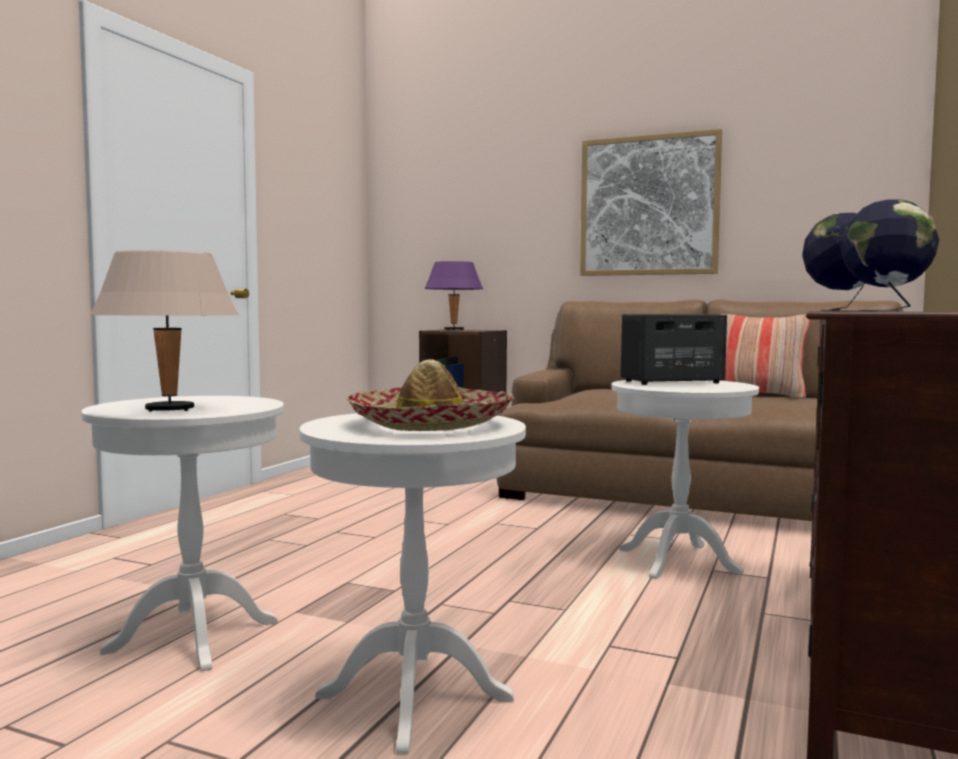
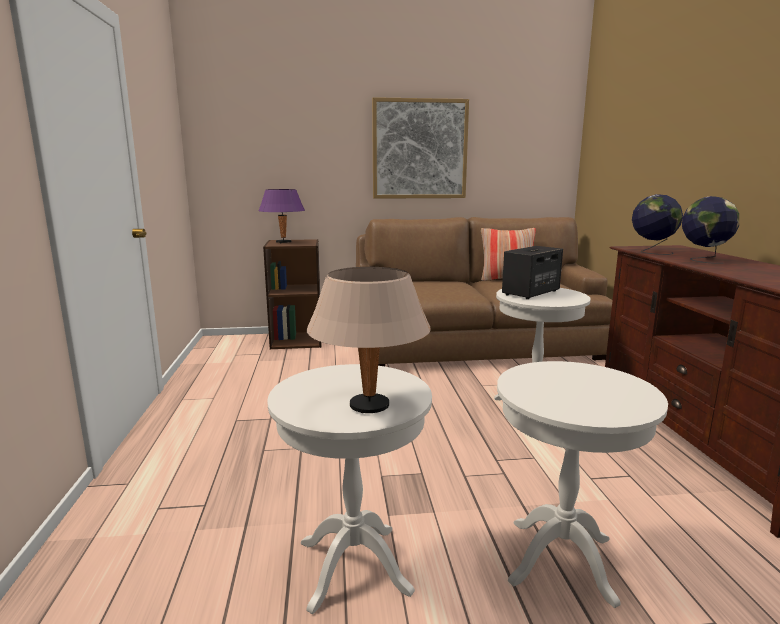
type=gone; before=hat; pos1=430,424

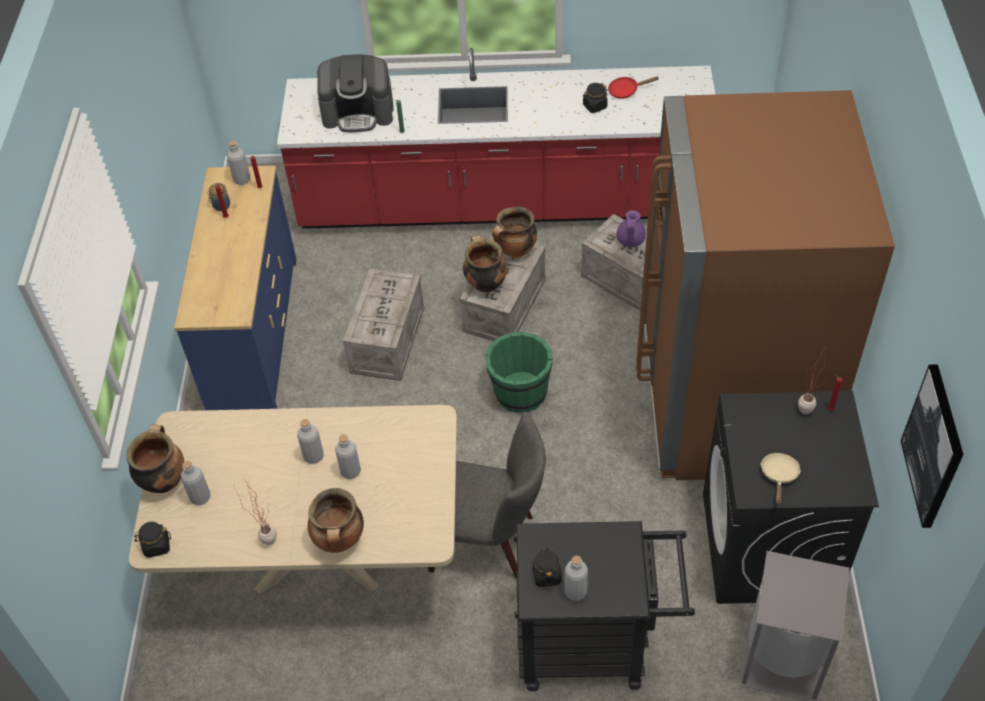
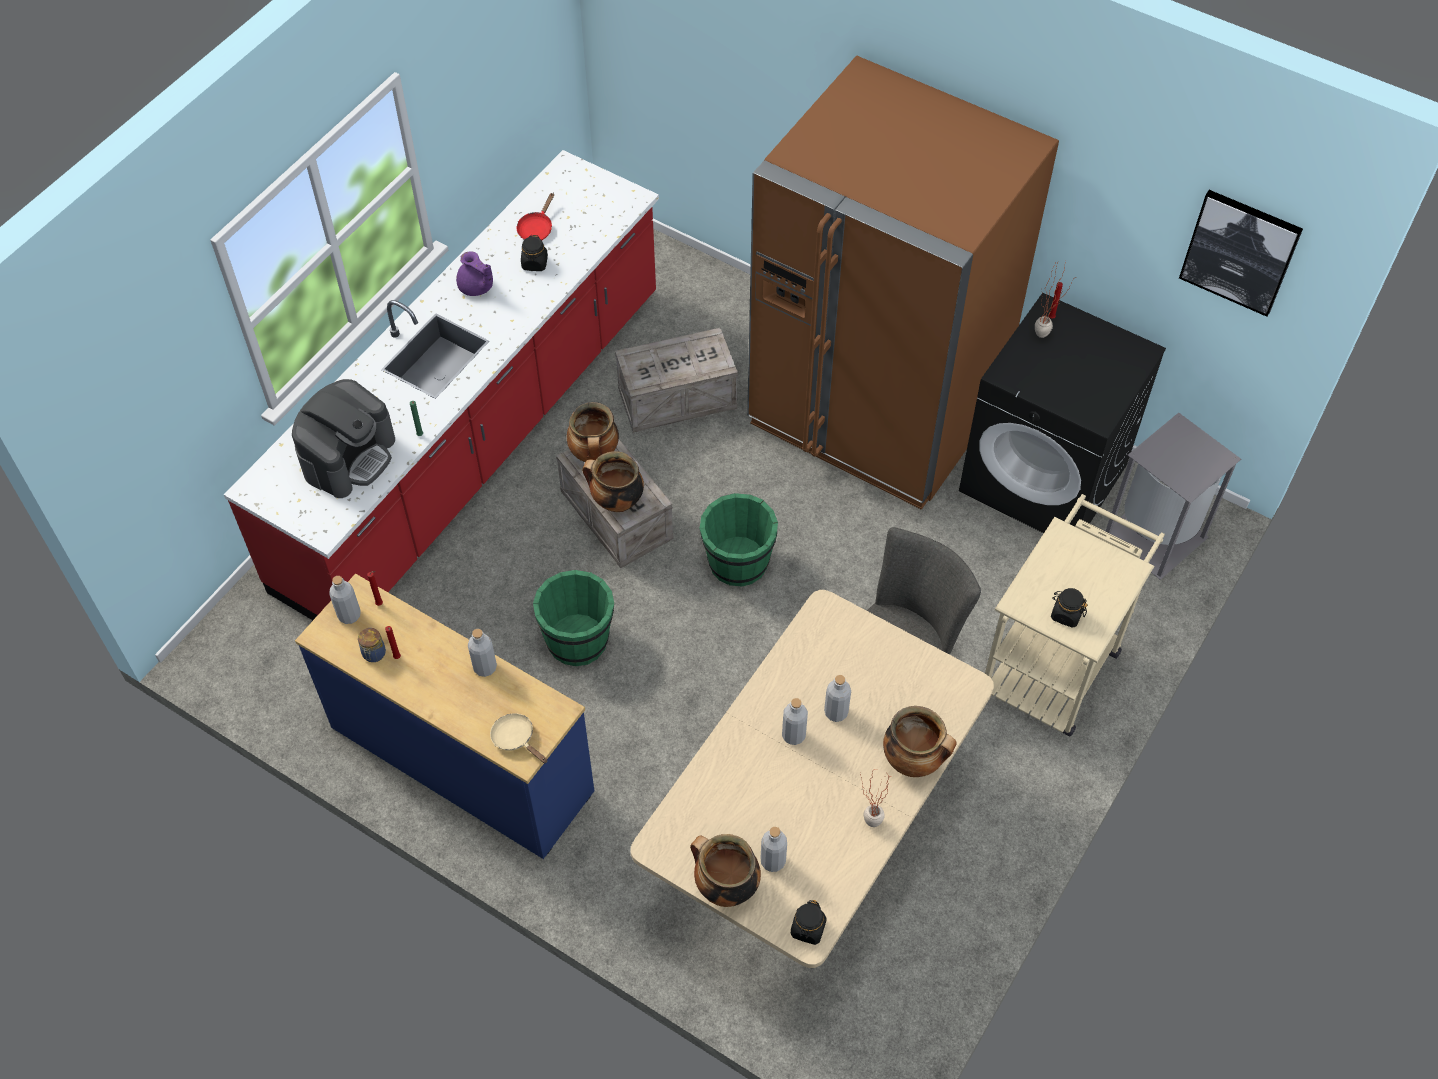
type=shifted; before=purple_teapot; pos1=630,240; pos2=476,288
type=shifted; before=grey_bottle; pos1=575,591; pos2=485,667
type=shifted; before=beige_frying_pan; pos1=779,476; pos2=516,739
type=swapped; before=crate; after=green_bucket; pos1=387,341; pos2=578,639
type=repainted; before=black_cart; after=beige_cart; pos1=594,644; pos2=1055,661

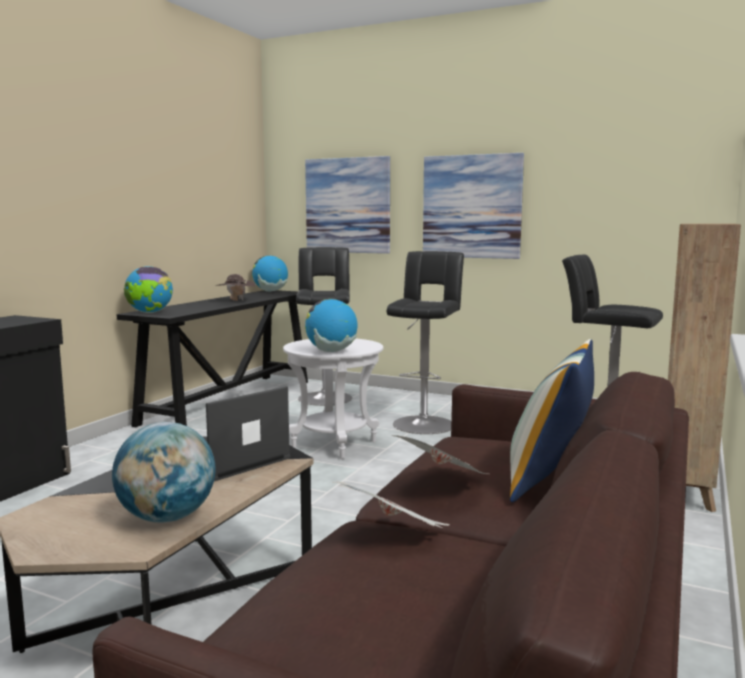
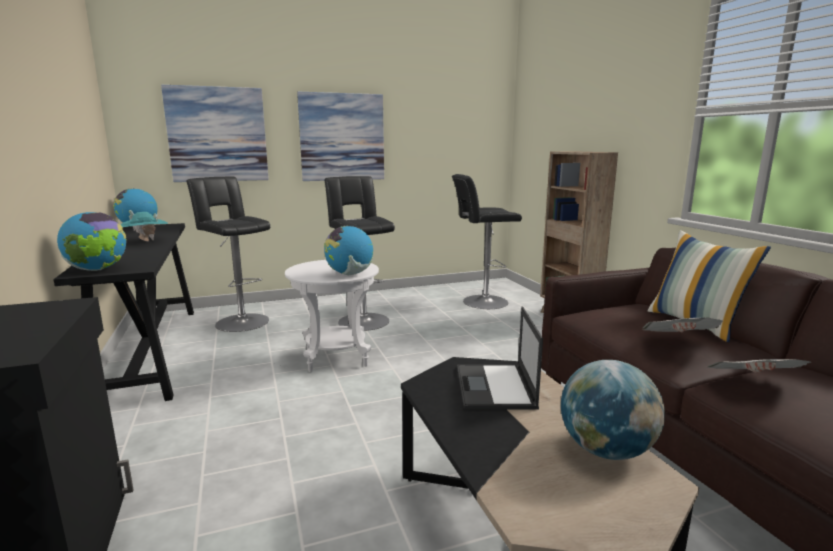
type=repainted; before=brown_hat; after=turquoise_hat; pos1=235,301; pos2=146,242

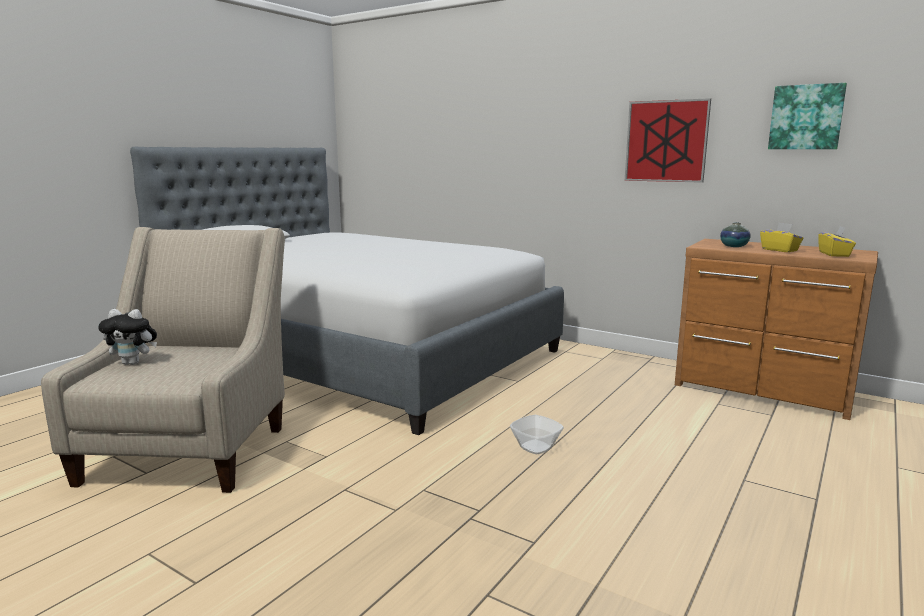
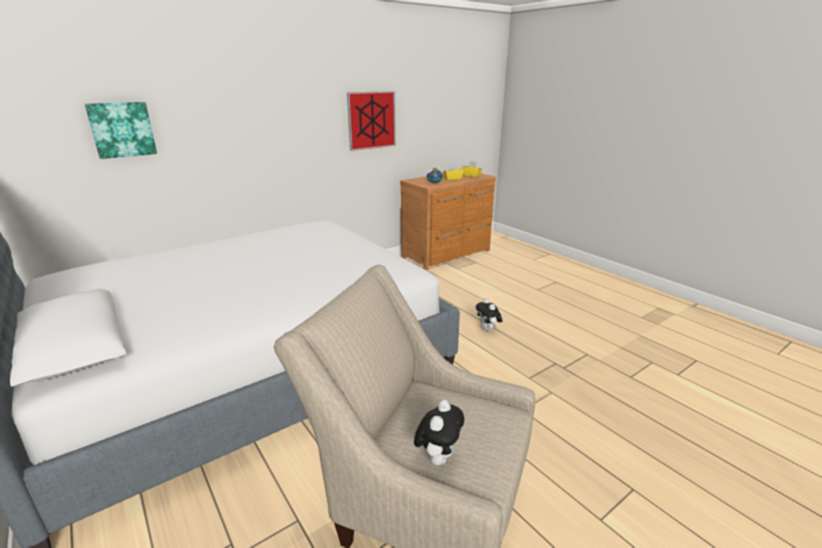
type=shifted; before=picture; pos1=806,117; pos2=122,129
type=swapped; before=bowl; after=plush_toy; pos1=535,448; pos2=488,329

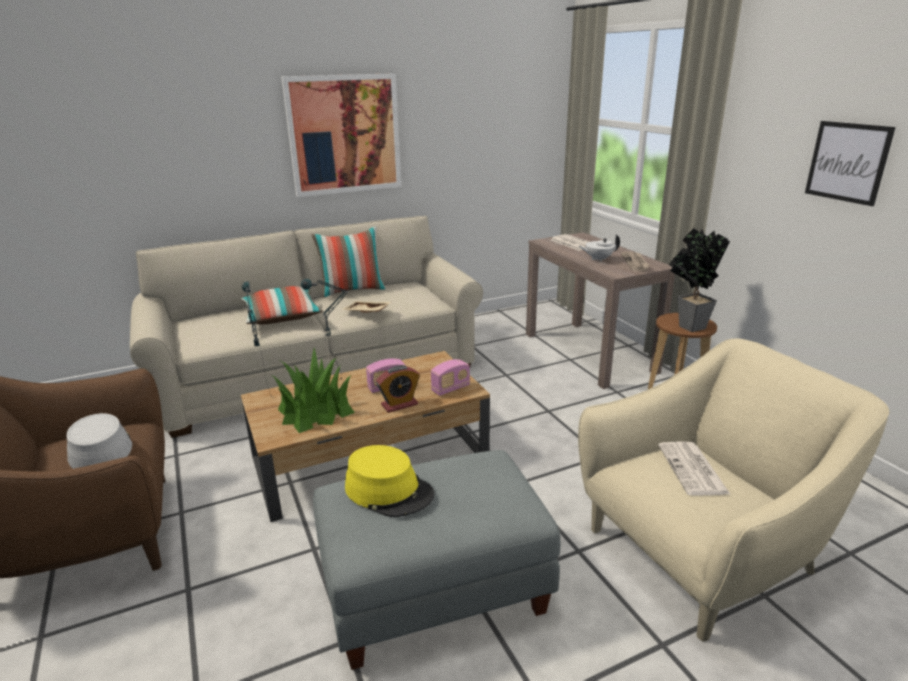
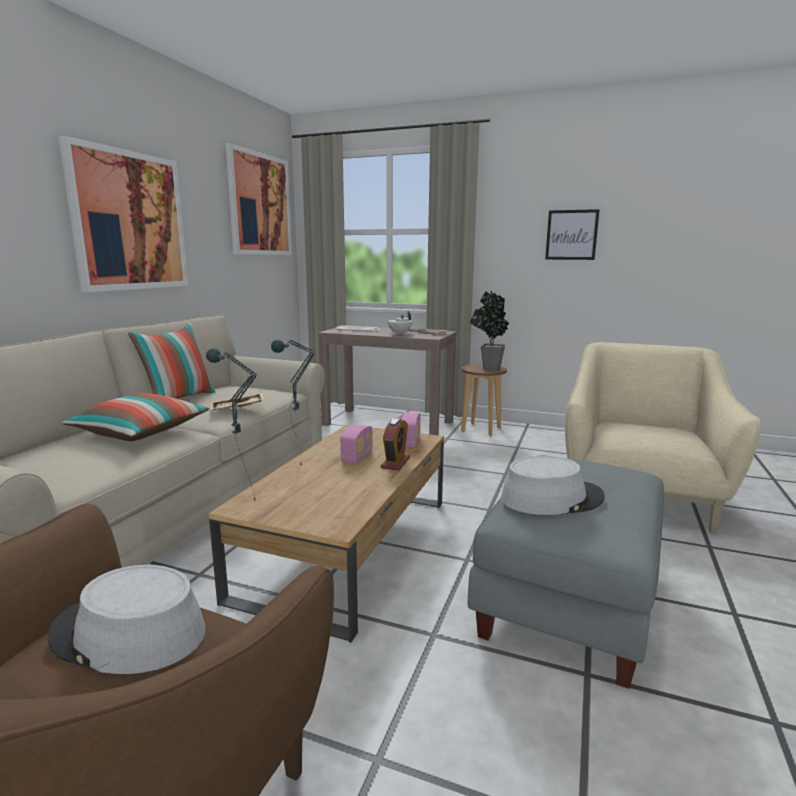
type=new; after=picture; pos2=260,205
type=repainted; before=yellow_hat; after=grey_hat; pos1=389,491; pos2=551,498
type=gone; before=potted_plant; pos1=315,411
type=gone; before=newspaper; pos1=693,470

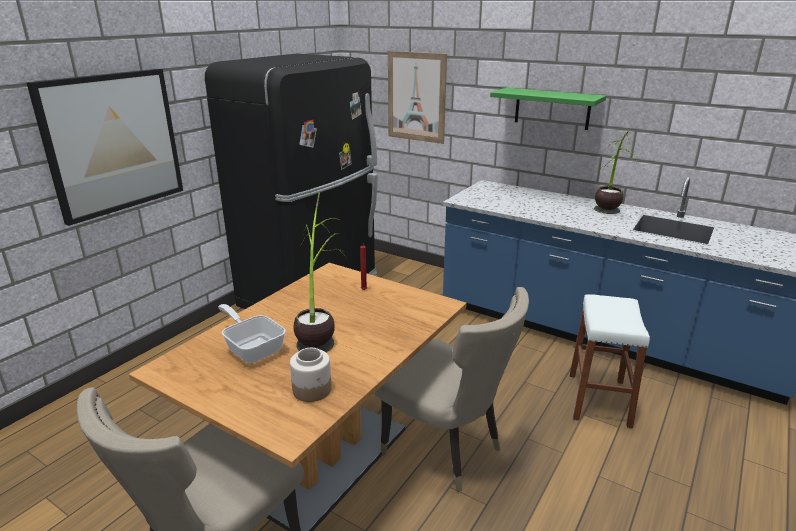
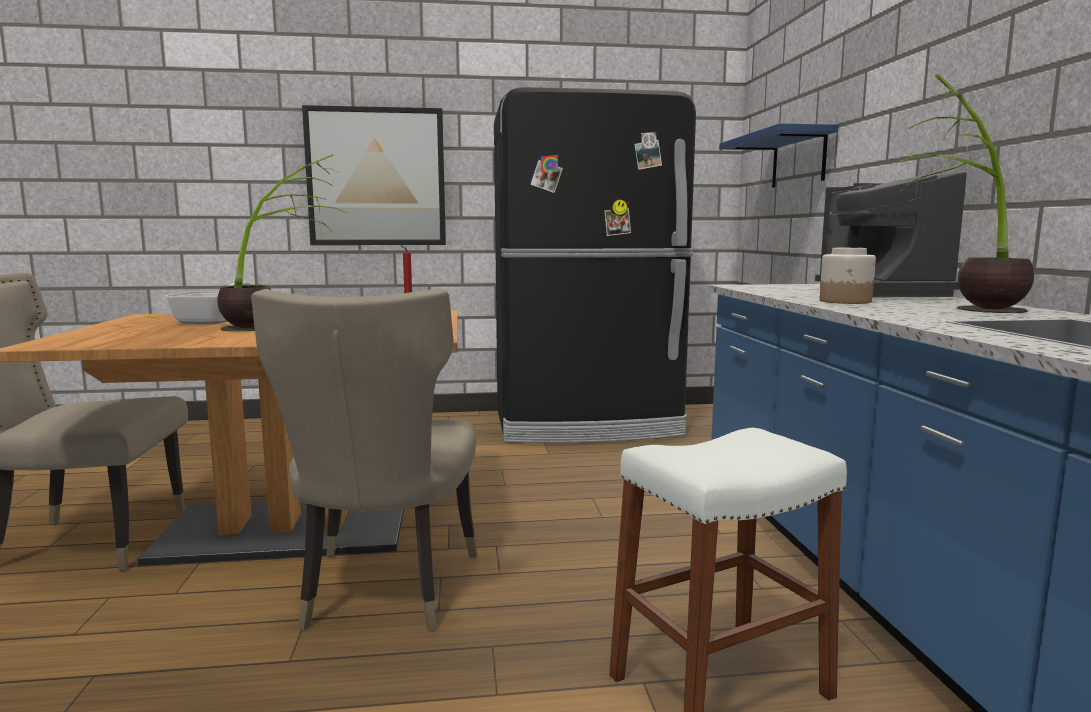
type=swapped; before=picture; after=blue_shelf; pos1=416,97; pos2=798,159
type=new; after=coffee_machine; pos2=877,293
type=shifted; before=jar; pos1=312,390; pos2=845,301
type=gone; before=green_shelf; pos1=552,108

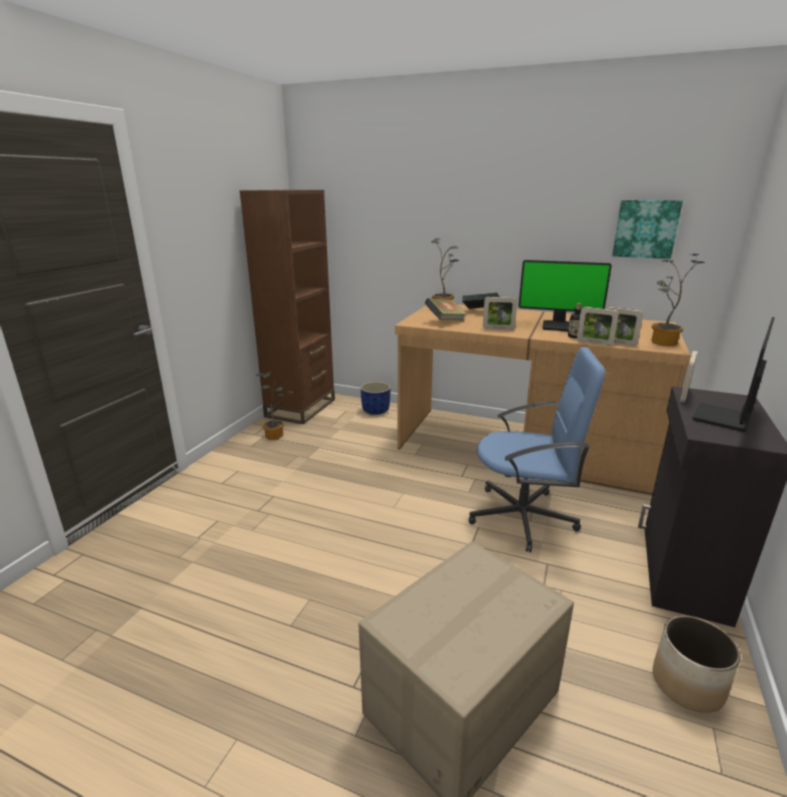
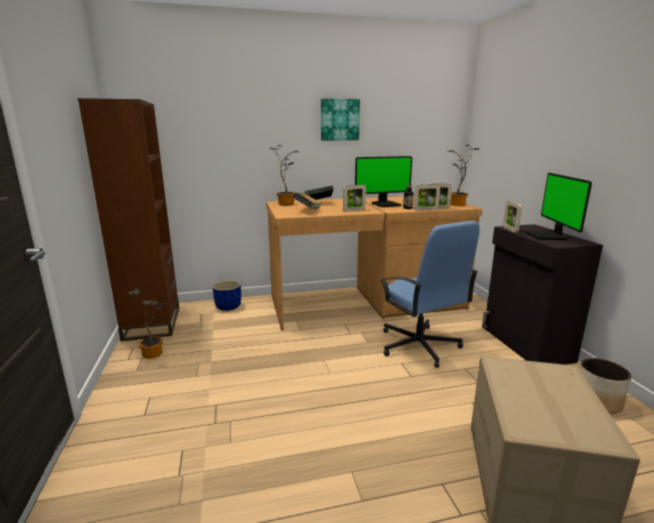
type=shifted; before=picture; pos1=645,229; pos2=339,120
type=rotated; before=blue_office_chair; pos1=523,517; pos2=419,346; turn=90

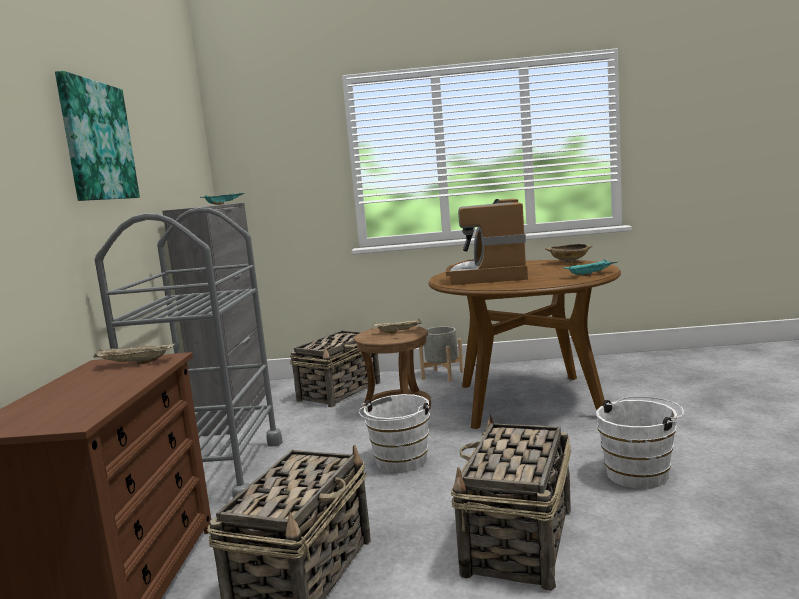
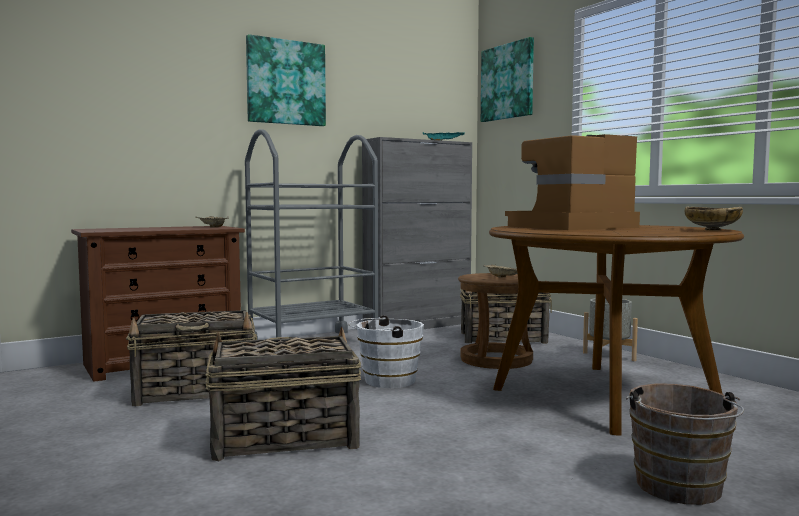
type=new; after=picture; pos2=508,82
type=new; after=brown_bucket; pos2=680,489
type=gone; before=turquoise_tray; pos1=590,275
type=gone; before=white_bucket; pos1=640,473

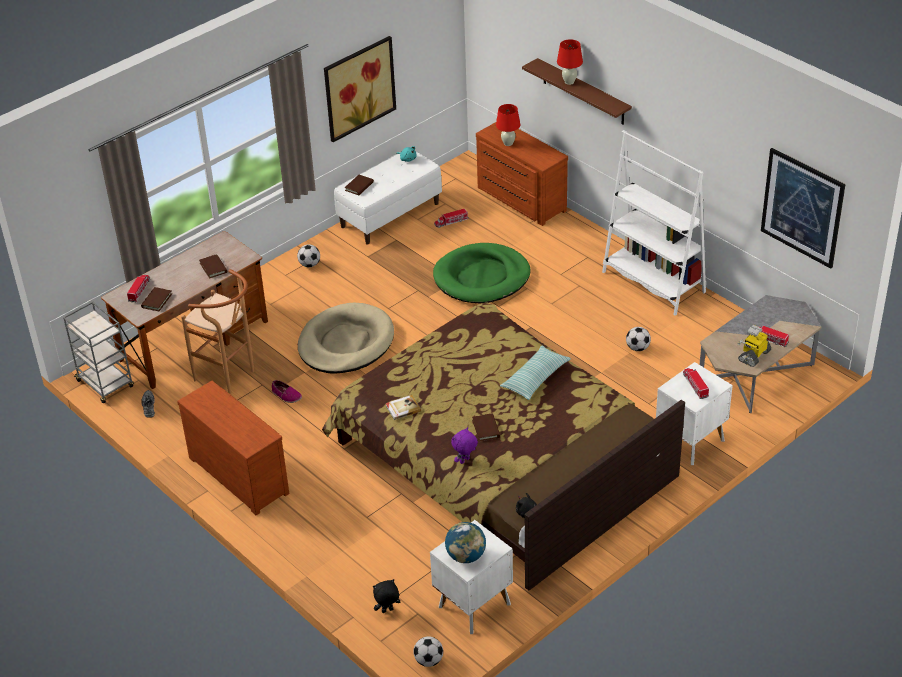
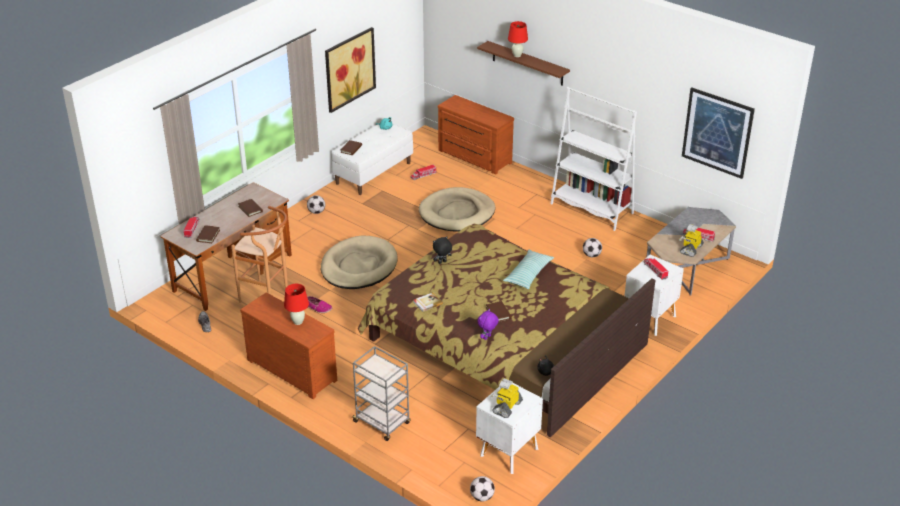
type=shifted; before=red_table_lamp; pos1=508,143; pos2=298,322
type=shifted; before=grey_cart; pos1=106,384; pos2=382,423
type=repainted; before=green_dog_bed; after=beige_dog_bed; pos1=482,277; pos2=457,213
type=shifted; before=black_plush_toy; pos1=387,611; pos2=442,262
type=swapped; before=globe; after=toy_robot; pos1=466,556; pos2=507,407

